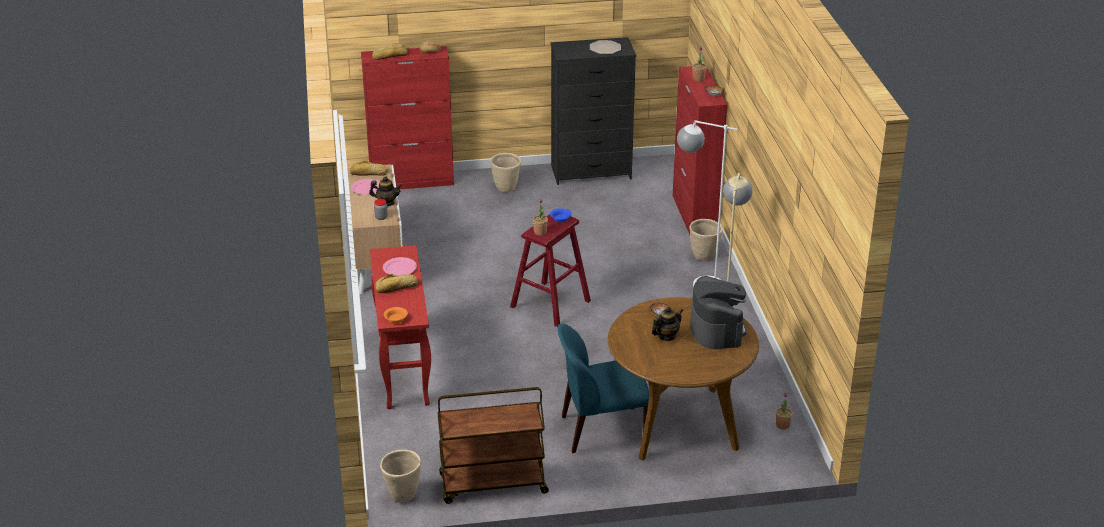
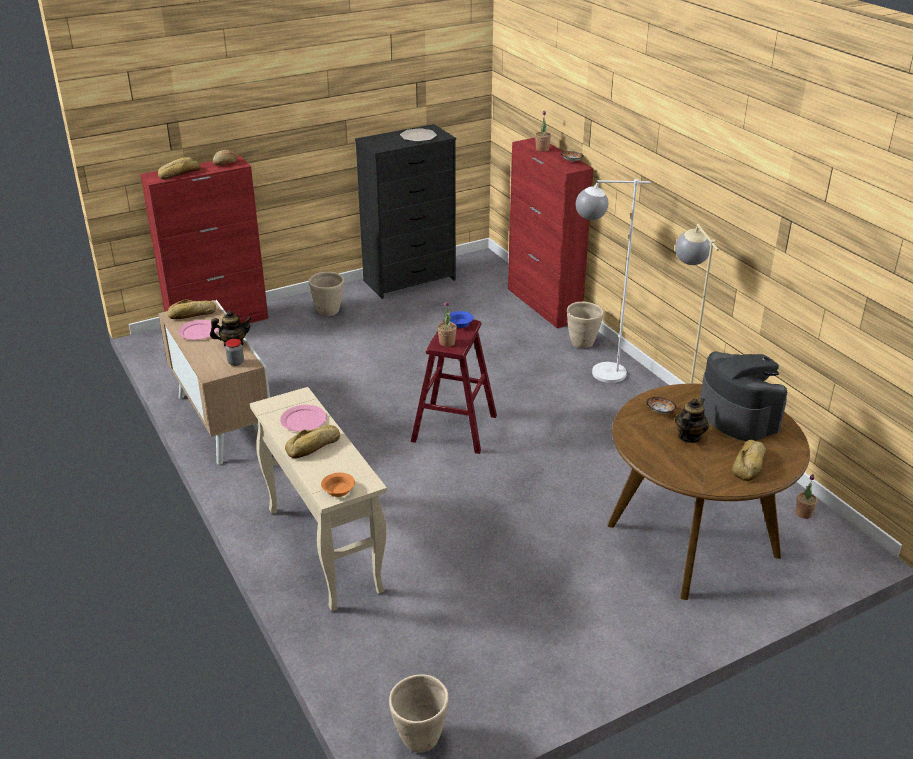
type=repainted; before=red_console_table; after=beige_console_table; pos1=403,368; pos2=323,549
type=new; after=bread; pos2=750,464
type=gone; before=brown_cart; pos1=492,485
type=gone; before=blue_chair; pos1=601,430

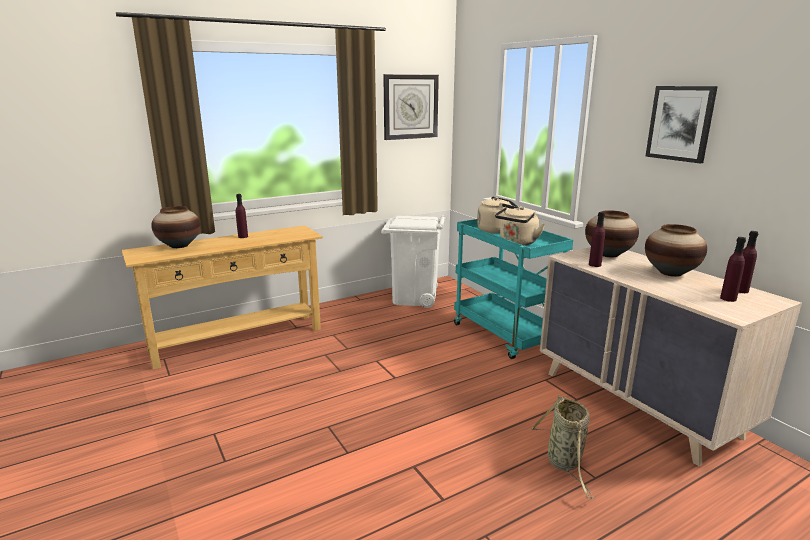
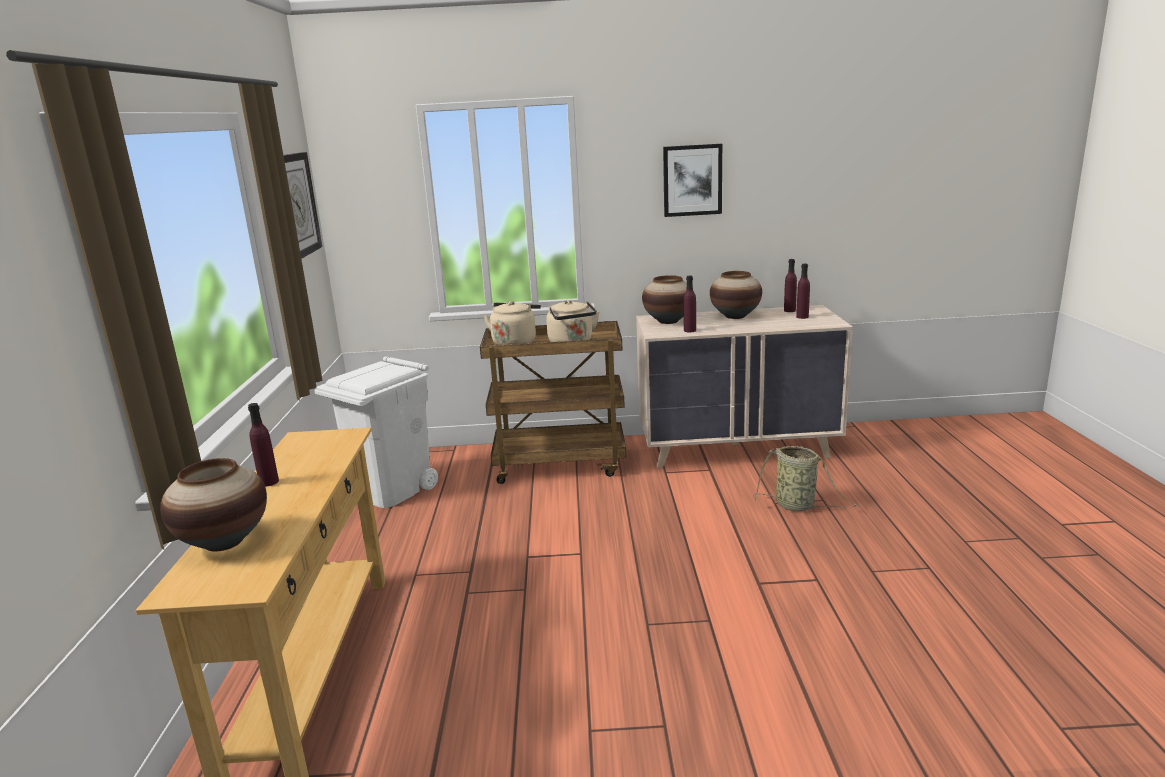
type=repainted; before=turquoise_cart; after=brown_cart; pos1=505,336; pos2=561,464

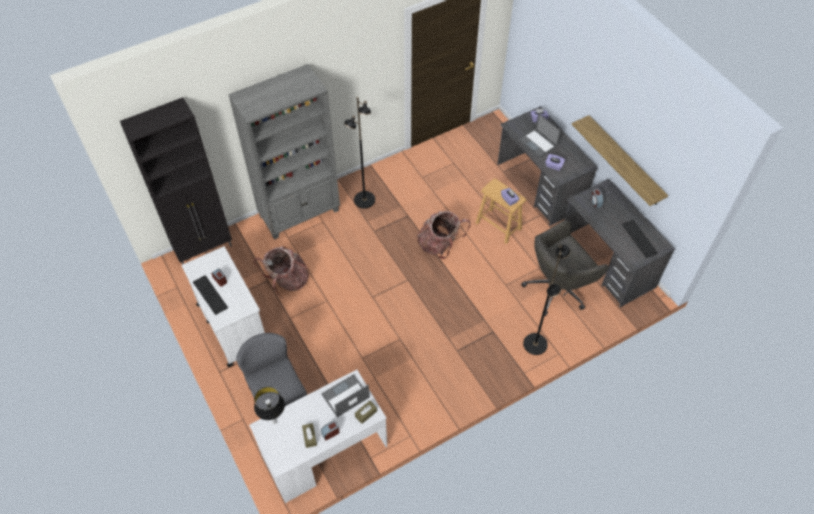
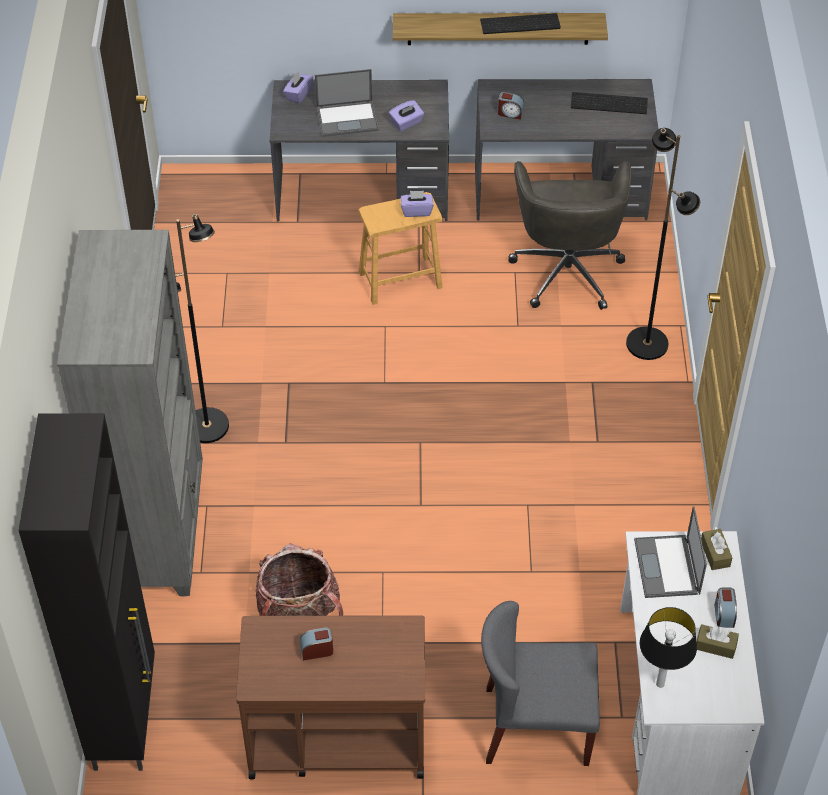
type=repainted; before=white_cart; after=brown_cart; pos1=232,325; pos2=335,738
type=shifted; before=keyboard; pos1=209,295; pos2=519,25
type=gone; before=backpack; pos1=440,244

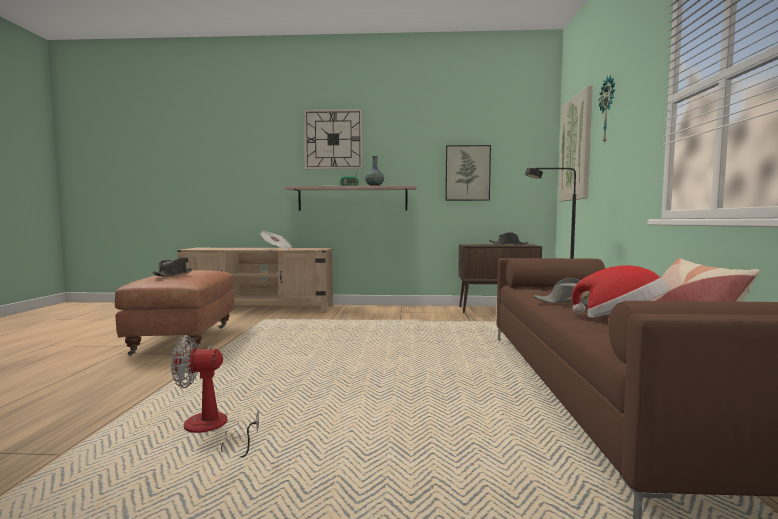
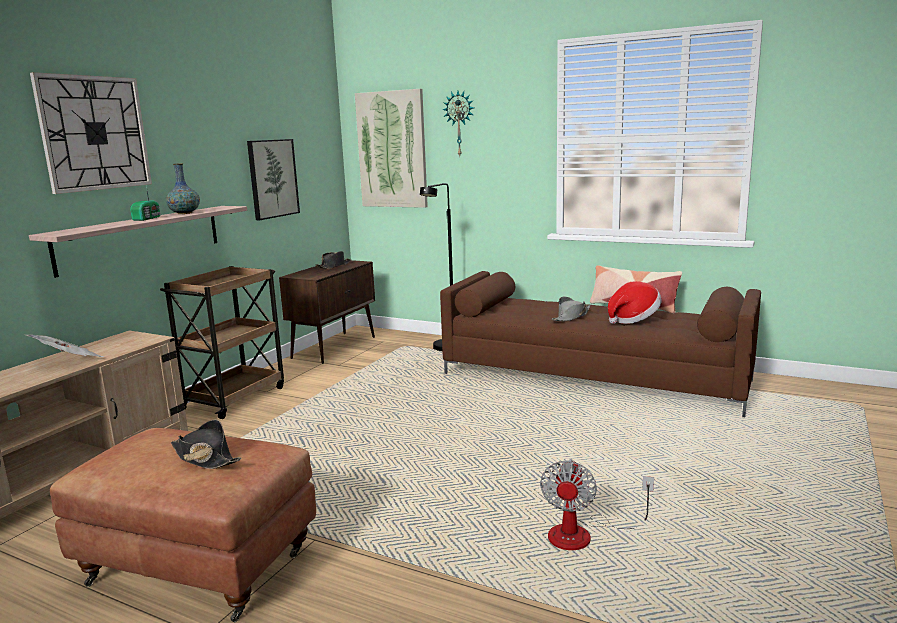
type=new; after=brown_cart; pos2=235,397

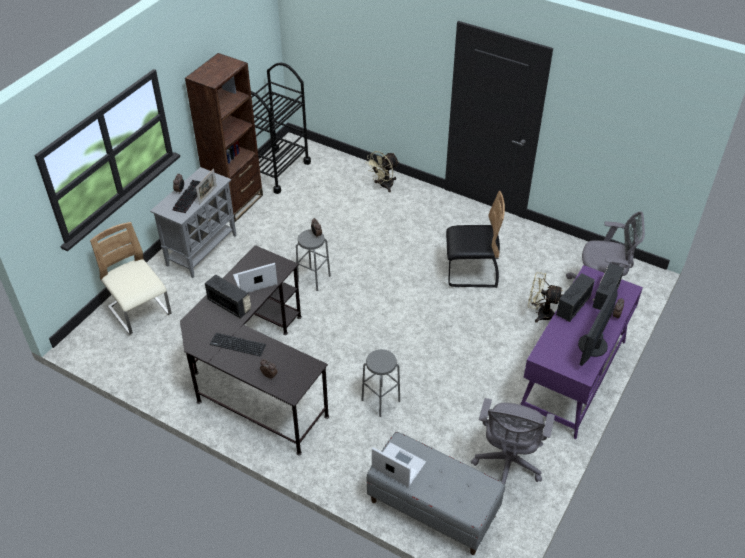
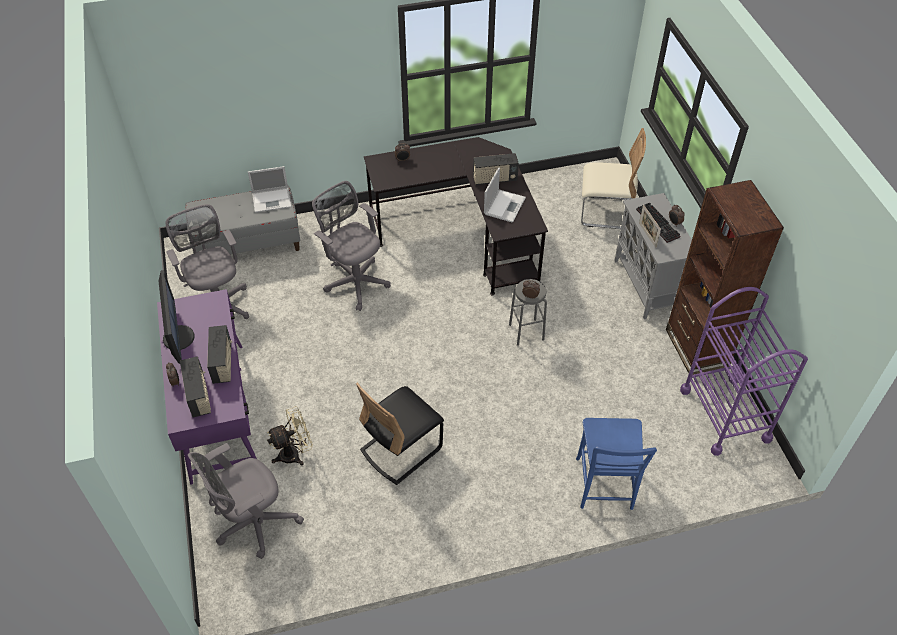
type=swapped; before=grey_stool; after=grey_office_chair; pos1=380,401; pos2=355,281
type=swapped; before=beige_fan; after=blue_chair; pos1=383,186; pos2=604,487
type=repainted; before=black_cart; after=purple_cart; pos1=276,170; pos2=725,414
type=gone; before=keyboard; pos1=238,345

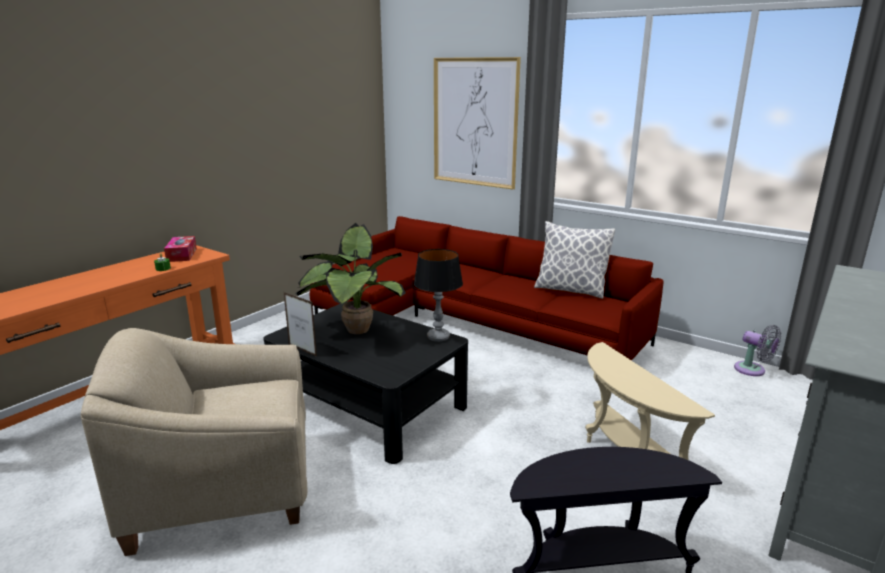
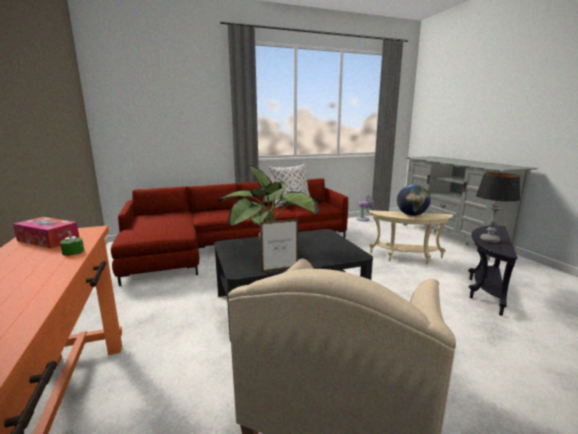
type=new; after=globe; pos2=411,215
type=shifted; before=table_lamp; pos1=438,337; pos2=489,240
type=gone; before=picture; pos1=475,122

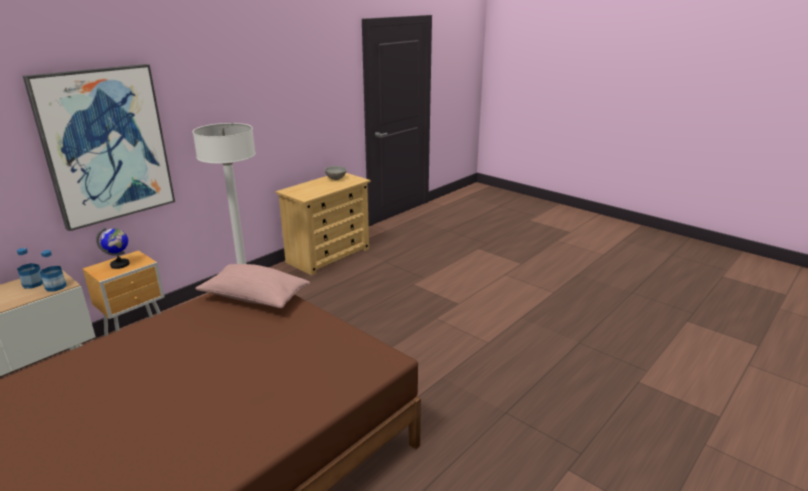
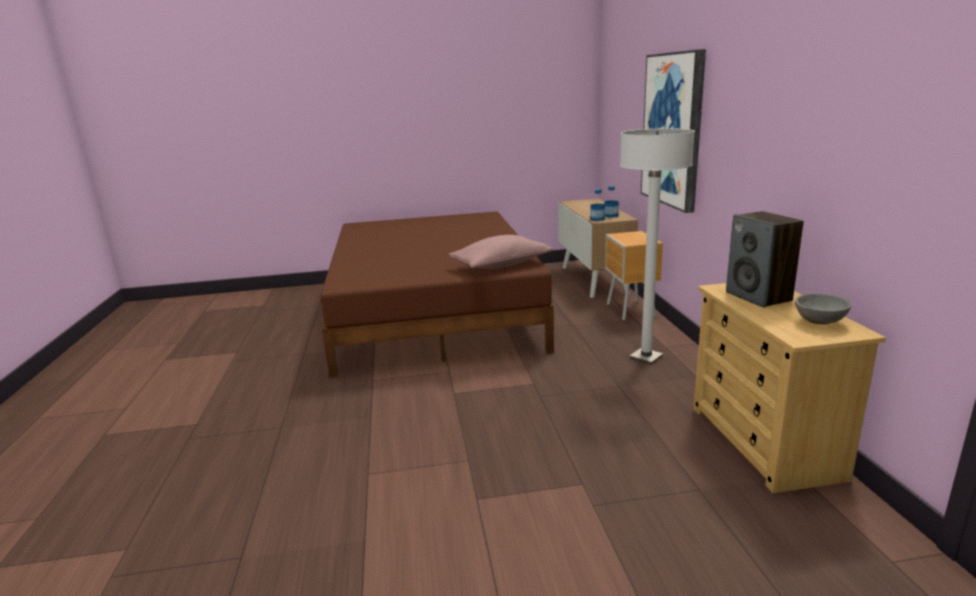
type=new; after=speaker; pos2=759,297
type=gone; before=globe; pos1=120,264

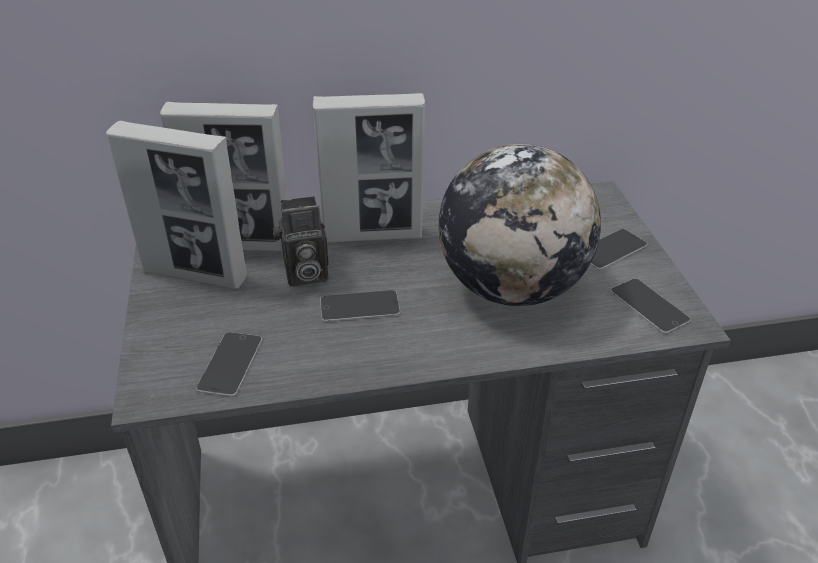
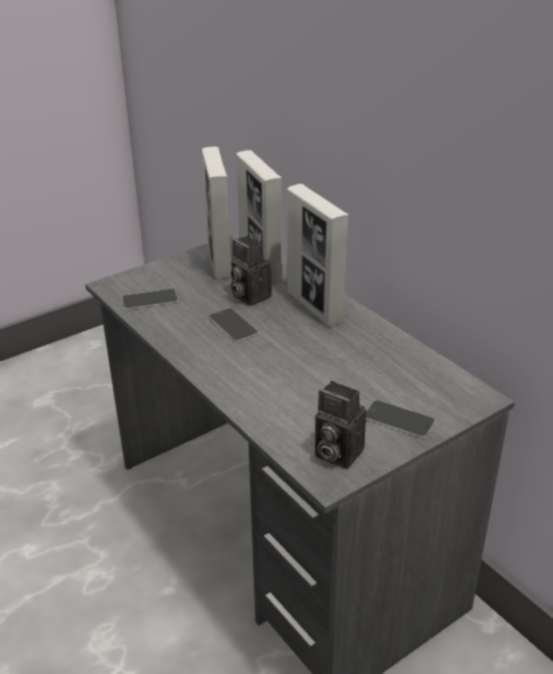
type=swapped; before=phone; after=photo_camera; pos1=649,306; pos2=335,453
type=gone; before=globe; pos1=512,287

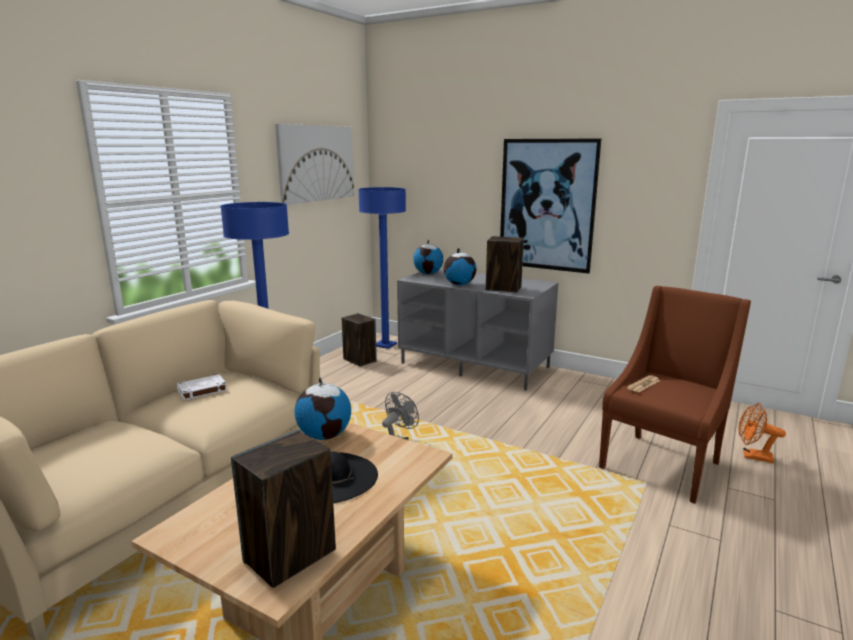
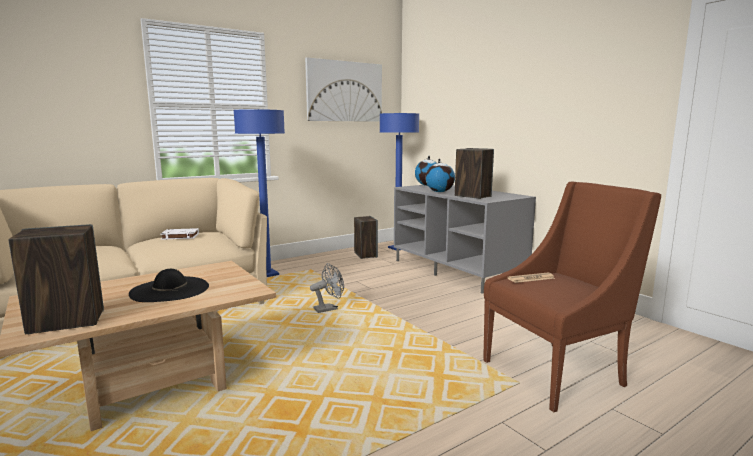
type=gone; before=globe; pos1=325,435
type=gone; before=picture; pos1=547,205
type=gone; before=orange_fan; pos1=752,456

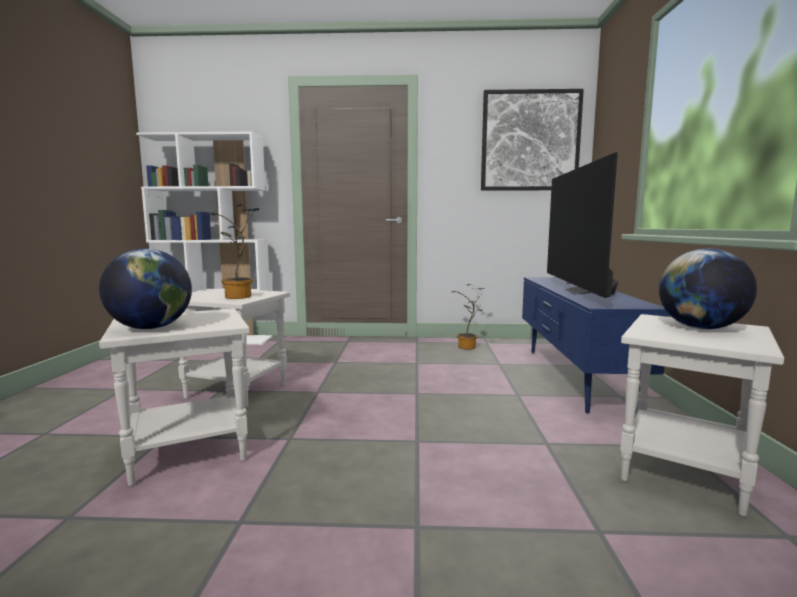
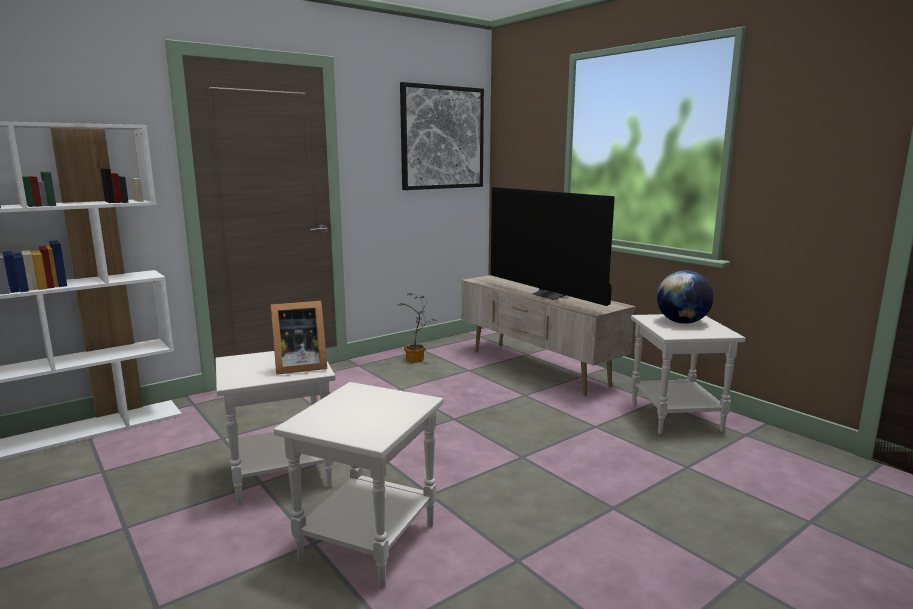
type=swapped; before=potted_plant; after=picture_frame; pos1=238,297; pos2=298,367
type=repainted; before=blue_tv_stand; after=beige_tv_stand; pos1=573,377; pos2=537,368
type=gone; before=globe; pos1=151,328

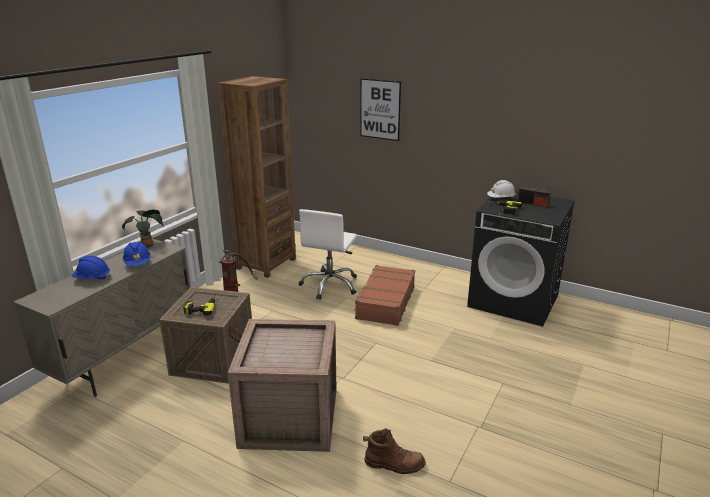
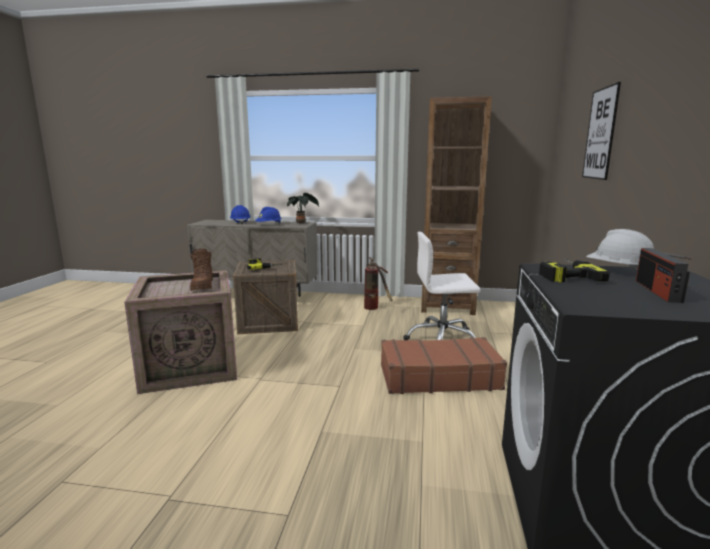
type=shifted; before=brown_boot; pos1=394,464; pos2=202,286

